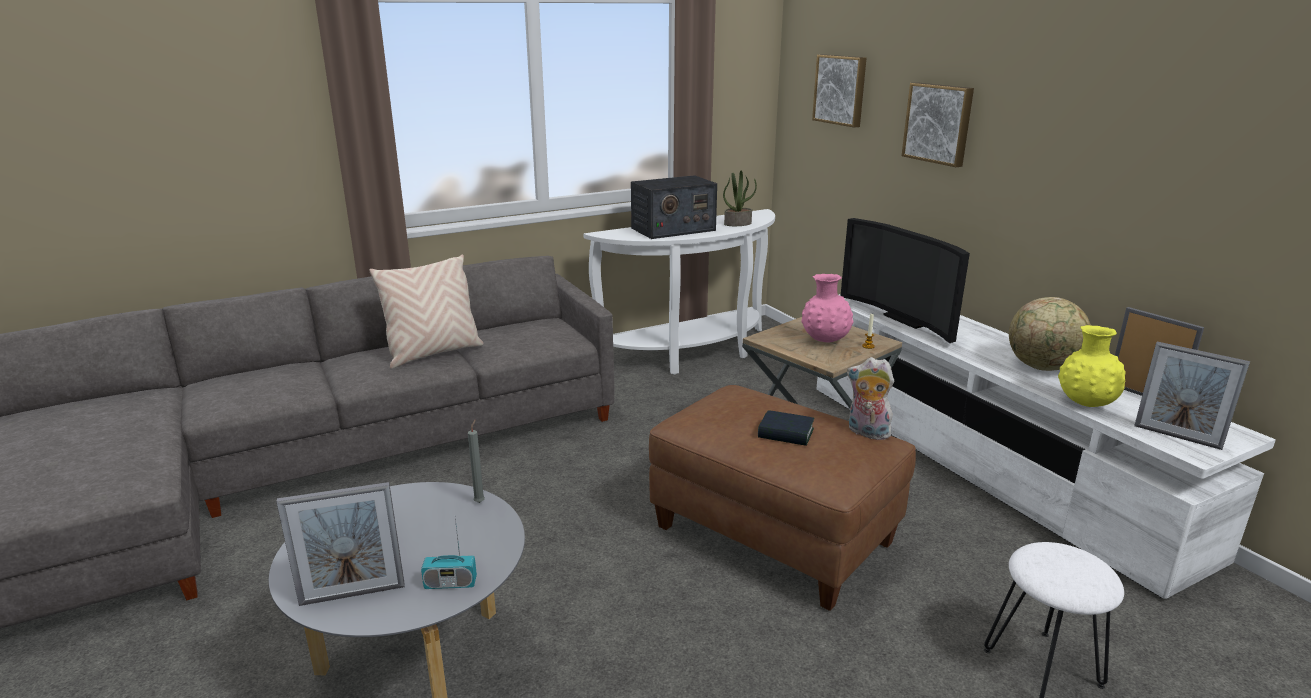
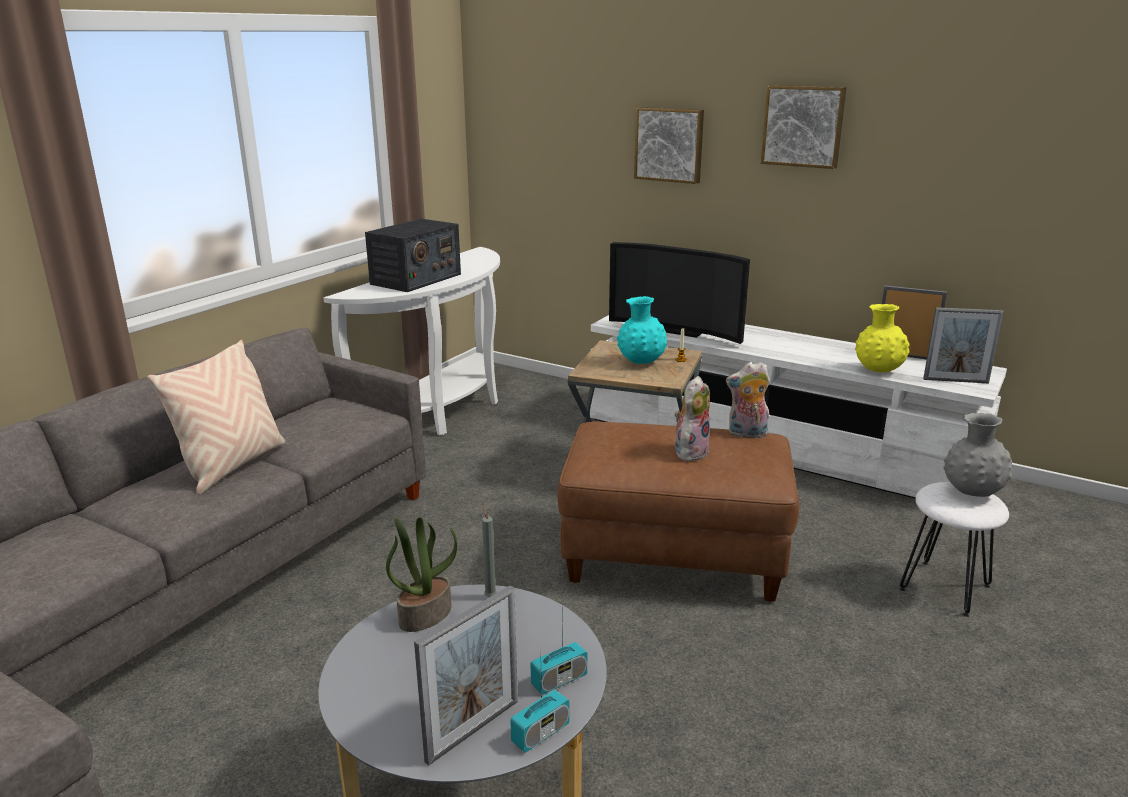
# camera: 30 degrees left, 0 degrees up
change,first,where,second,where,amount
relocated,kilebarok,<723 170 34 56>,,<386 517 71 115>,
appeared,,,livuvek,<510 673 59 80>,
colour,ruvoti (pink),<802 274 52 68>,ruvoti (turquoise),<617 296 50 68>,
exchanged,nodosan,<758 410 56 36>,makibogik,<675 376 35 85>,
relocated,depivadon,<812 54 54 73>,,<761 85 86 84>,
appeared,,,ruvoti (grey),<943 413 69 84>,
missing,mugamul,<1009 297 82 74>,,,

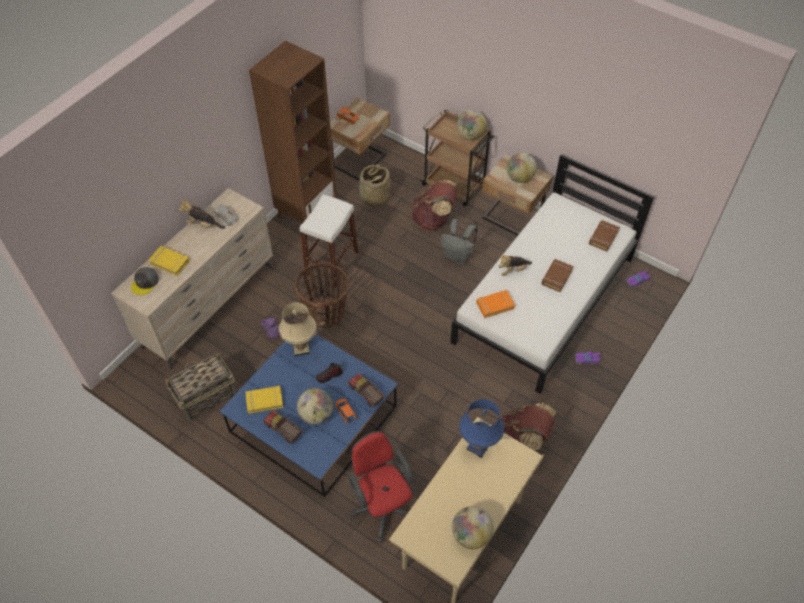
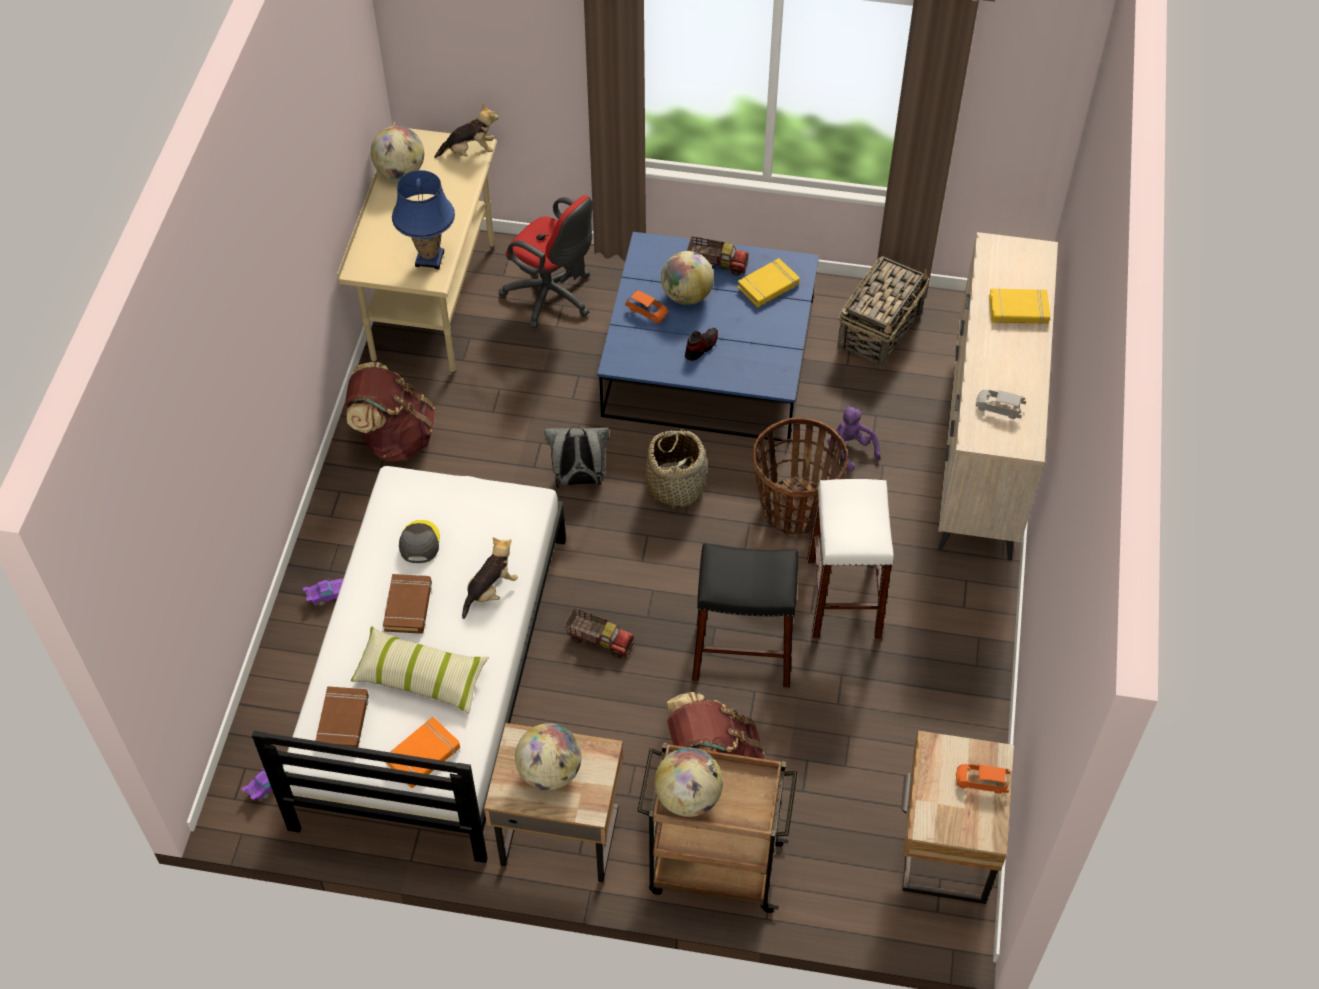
# camera: 155 degrees right, 0 degrees up
change,first,where,second,where,amount
appeared,,,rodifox,<351 626 138 88>,
relocated,nodosan (orange),<476 290 39 28>,,<385 717 75 71>,
relocated,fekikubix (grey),<131 267 28 28>,,<399 520 41 43>,
relocated,makibogik,<179 199 46 30>,,<434 104 64 54>,
relocated,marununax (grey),<440 219 38 45>,,<544 426 65 62>,
relocated,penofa,<348 373 36 34>,,<565 608 70 50>,
relocated,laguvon,<359 164 31 43>,,<645 428 62 82>,
appeared,,,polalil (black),<692 543 106 144>,
missing,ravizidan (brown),<249 41 88 182>,,,
missing,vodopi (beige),<279 302 38 54>,,,

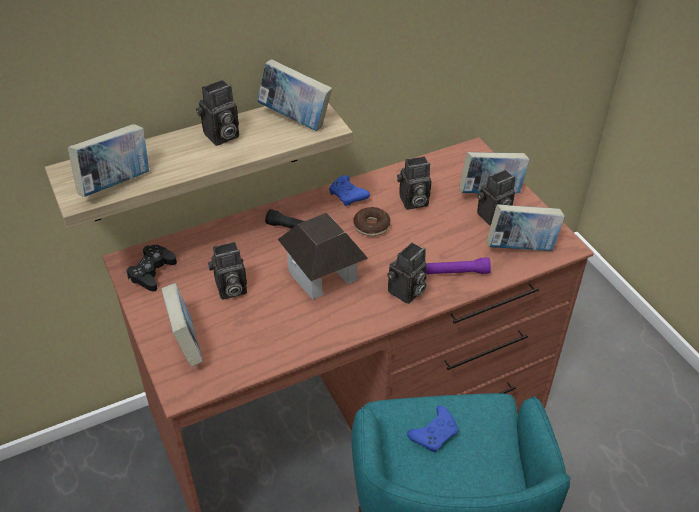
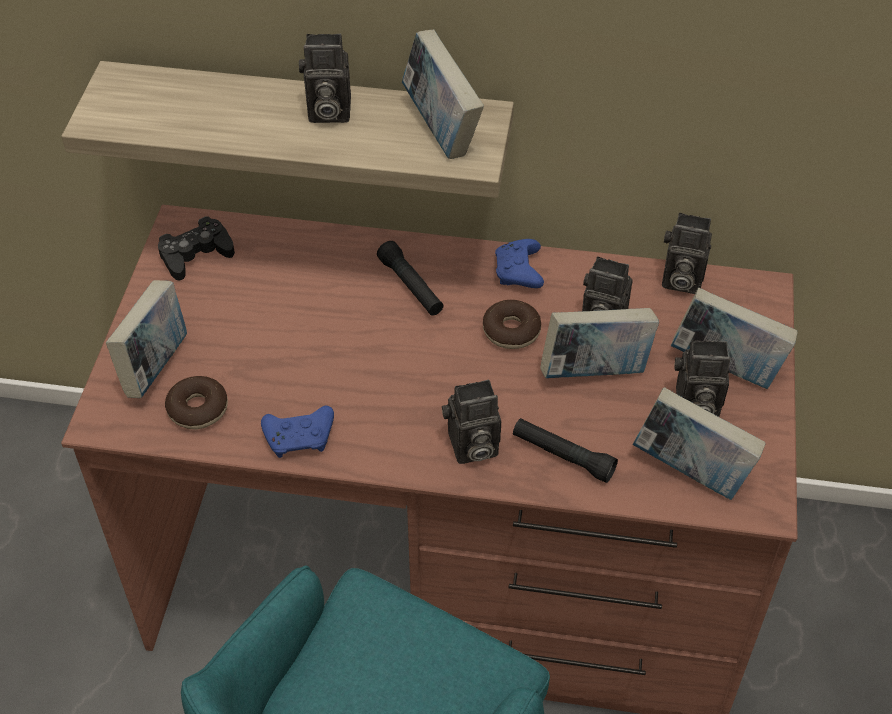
# camera: 35 degrees right, 5 degrees up
change,first,where,second,where,amount
appeared,,,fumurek,<165 376 63 54>,
relocated,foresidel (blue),<407 405 51 47>,,<261 406 73 52>,
colour,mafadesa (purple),<426 257 65 17>,mafadesa (black),<513 418 105 65>,
relocated,nodosan,<68 124 81 73>,,<541 308 118 70>,
relocated,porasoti,<208 242 39 57>,,<662 213 50 81>,
missing,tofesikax,<278 213 90 86>,,,

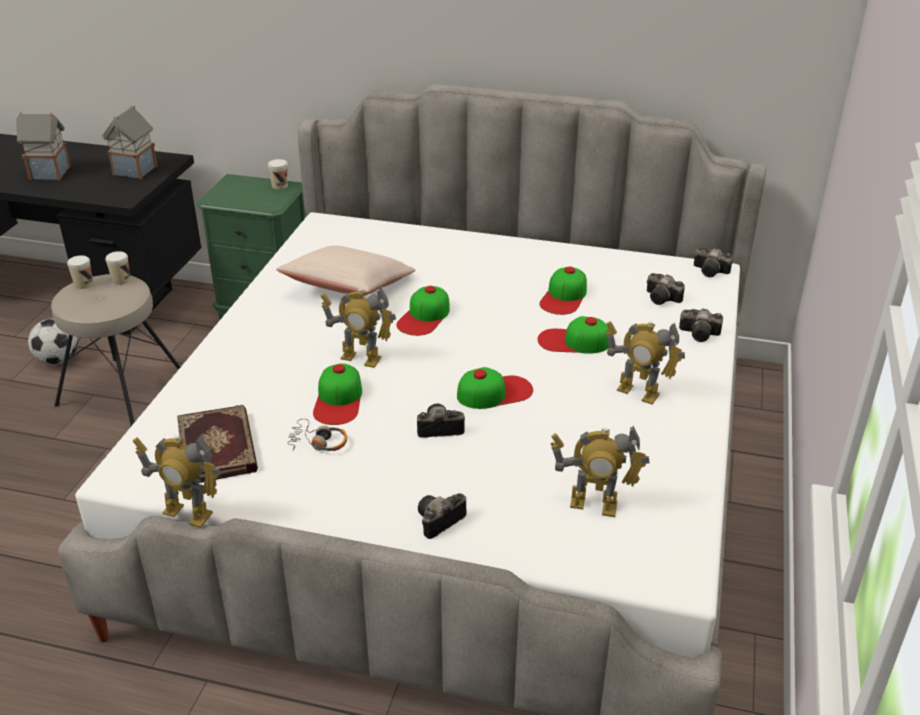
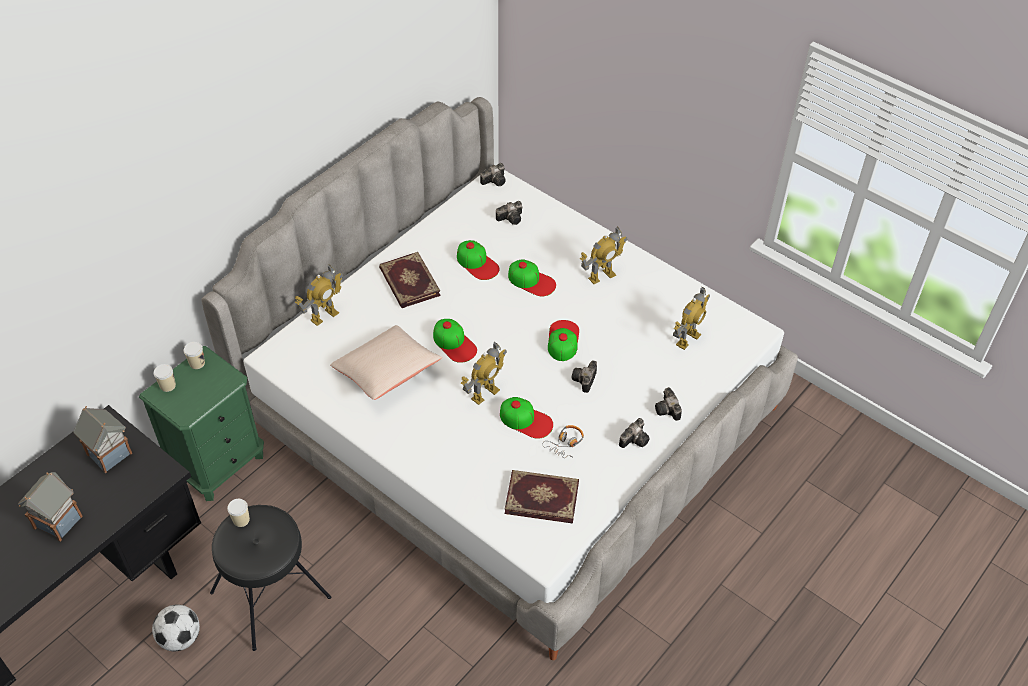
# camera: 65 degrees left, 15 degrees up
change,first,where,second,where,amount
relocated,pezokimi,<67 255 26 34>,,<154 364 22 28>,
colour,polalil (beige),<51 274 129 152>,polalil (black),<210 505 121 146>,
relocated,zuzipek,<133 436 88 92>,,<295 265 48 61>,
appeared,,,nodosan,<379 252 62 56>,
spun,fekikubix,<537 316 72 38>,,<508 260 48 37>,90 degrees counterclockwise
relocated,porasoti,<679 308 44 34>,,<619 418 31 30>,

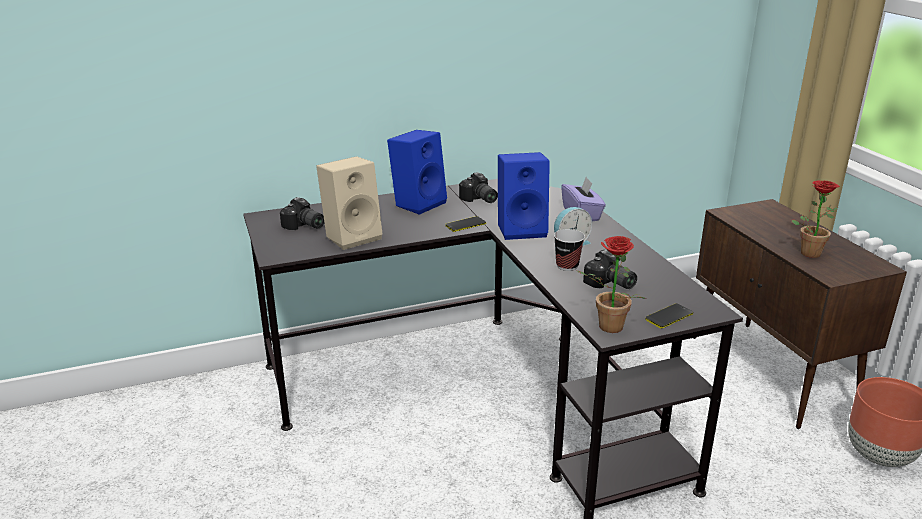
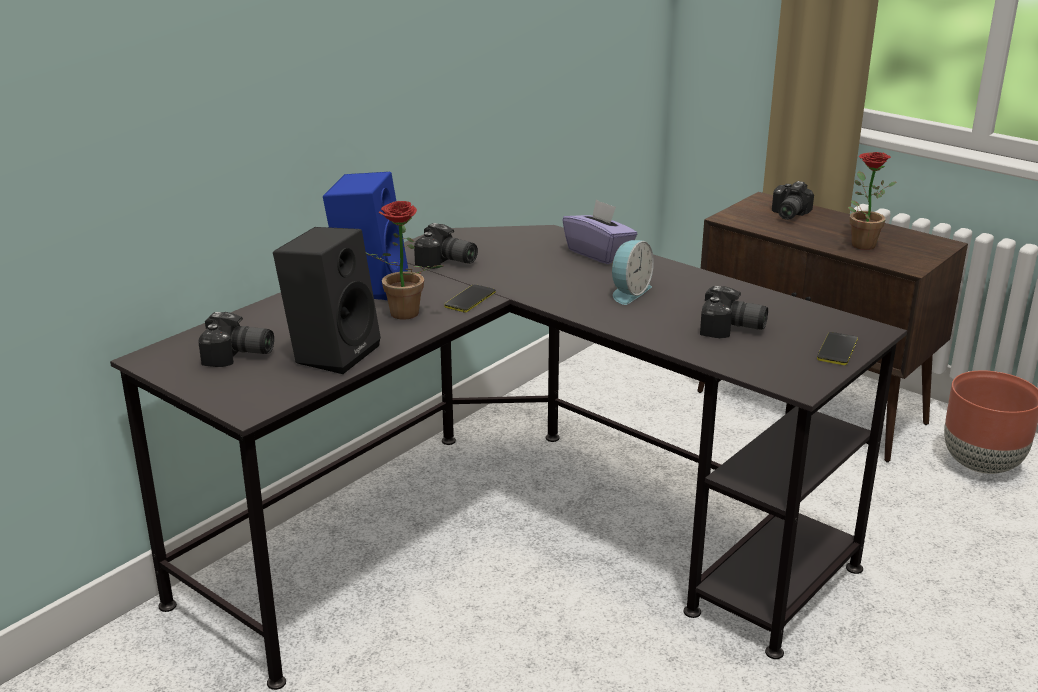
# camera: 30 degrees left, 0 degrees up
change,first,where,second,where,amount
colour,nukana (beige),<316 156 66 94>,nukana (black),<273 227 108 147>,
relocated,kilebarok,<577 236 70 97>,,<366 201 77 119>,
appeared,,,porasoti,<772 181 42 39>,
missing,nukana (blue),<498 152 52 88>,,,
missing,pezokimi,<554 229 31 42>,,,

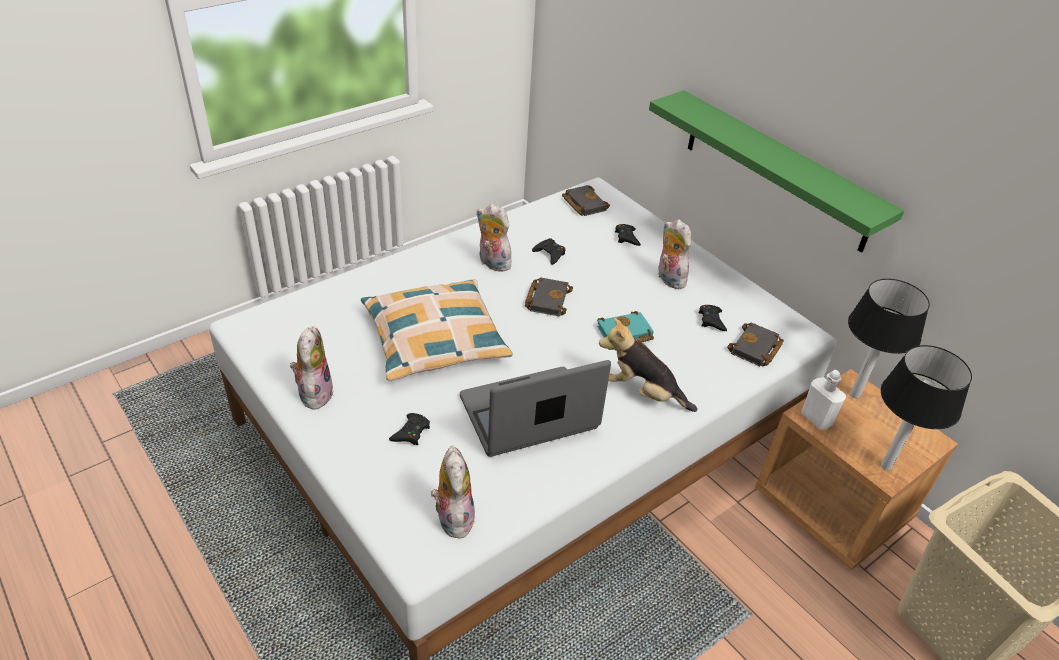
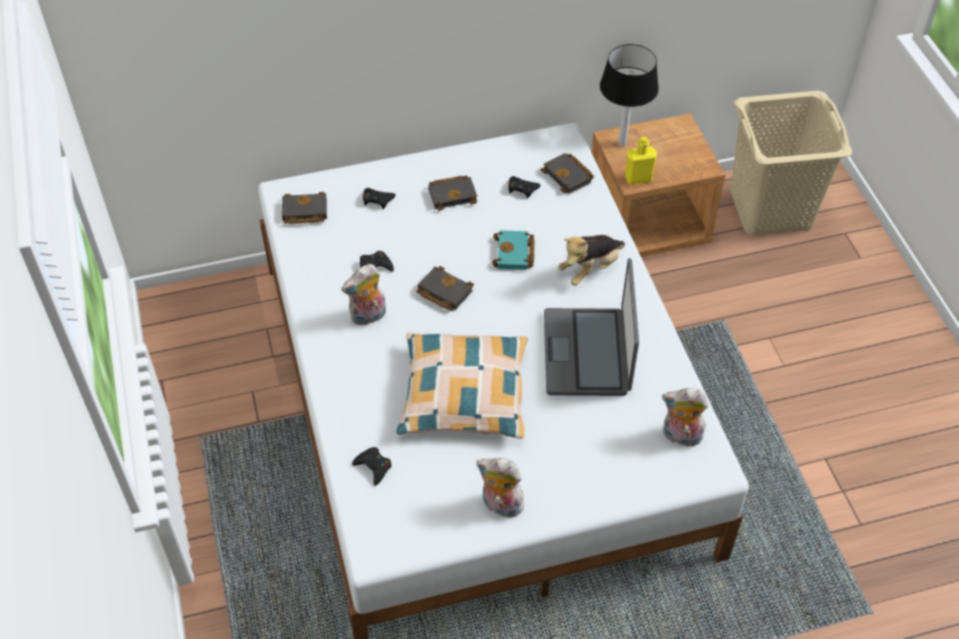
# camera: 65 degrees left, 10 degrees up
change,first,where,second,where,amount
relocated,foresidel (black),<389 413 41 32>,,<352 447 40 39>,
exchanged,makibogik,<658 219 33 70>,nodosan (black),<429 175 48 36>,
colour,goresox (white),<801 370 45 60>,goresox (yellow),<625 136 32 49>,
missing,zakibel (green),<649 90 255 163>,,,
missing,vodopi,<881 345 91 125>,,,

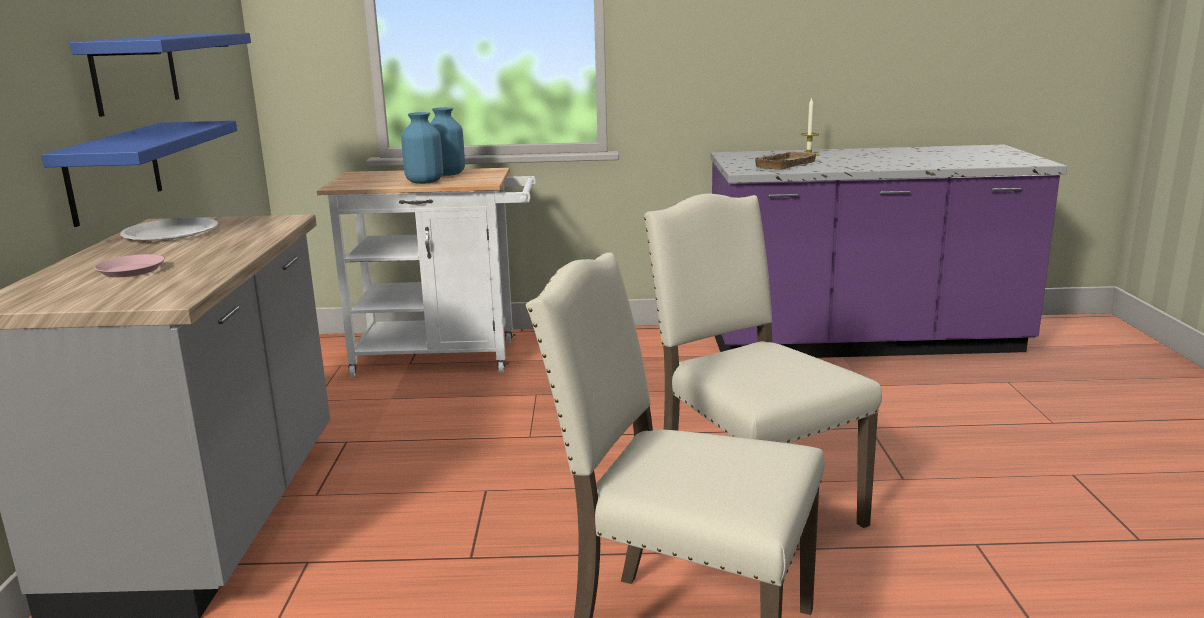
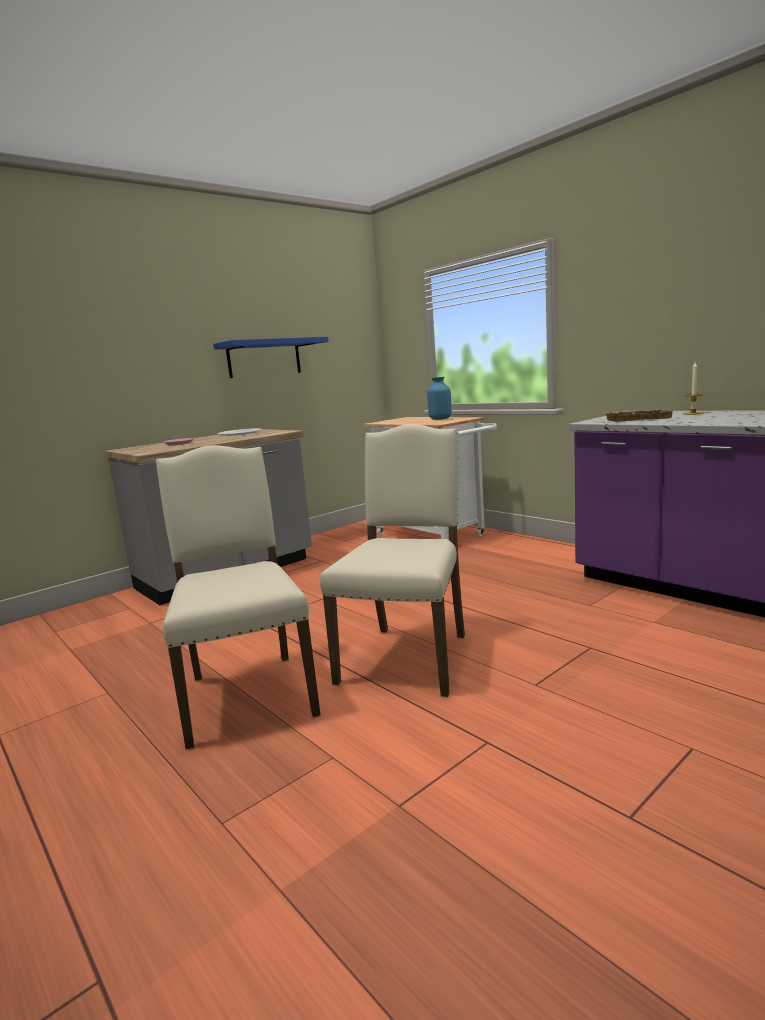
# camera: 50 degrees right, 5 degrees down
change,first,where,second,where,amount
missing,zakibel (blue),<41 121 196 106>,,,
missing,ruvoti (blue),<401 112 42 72>,,,

